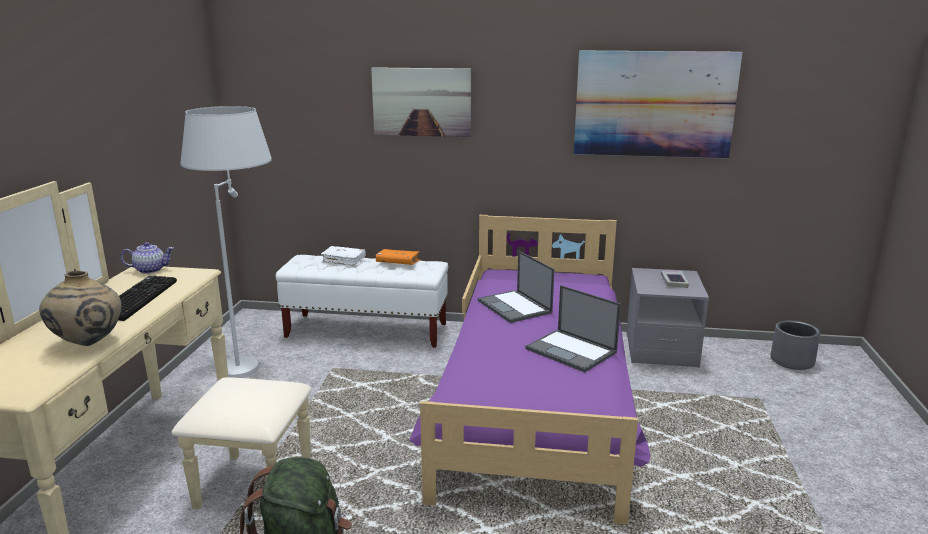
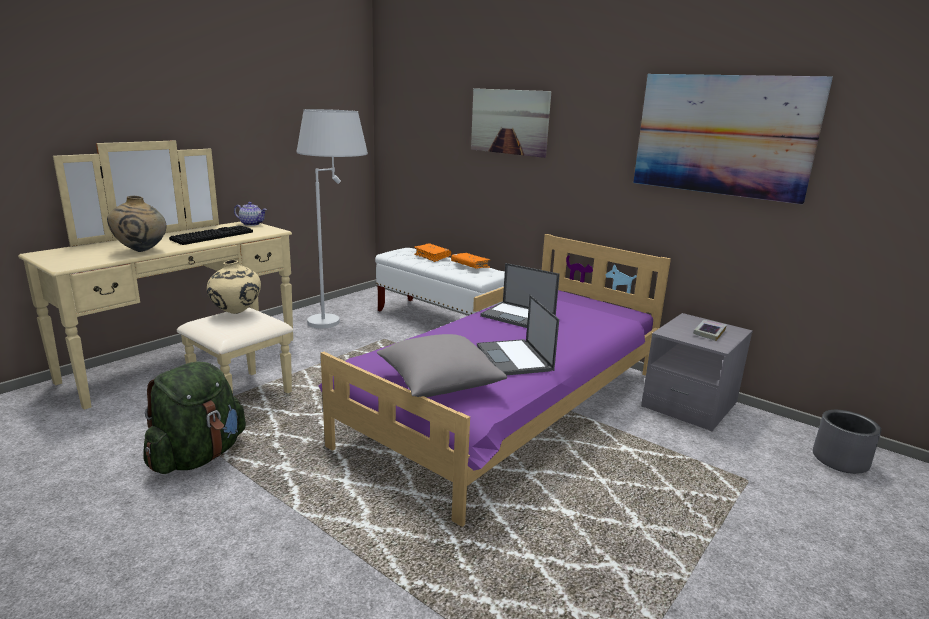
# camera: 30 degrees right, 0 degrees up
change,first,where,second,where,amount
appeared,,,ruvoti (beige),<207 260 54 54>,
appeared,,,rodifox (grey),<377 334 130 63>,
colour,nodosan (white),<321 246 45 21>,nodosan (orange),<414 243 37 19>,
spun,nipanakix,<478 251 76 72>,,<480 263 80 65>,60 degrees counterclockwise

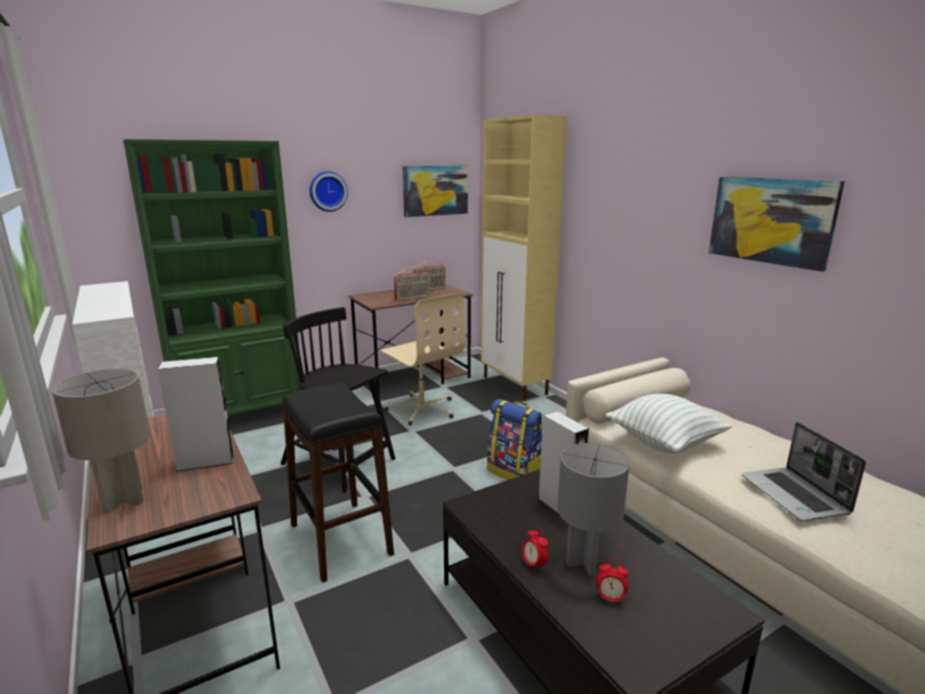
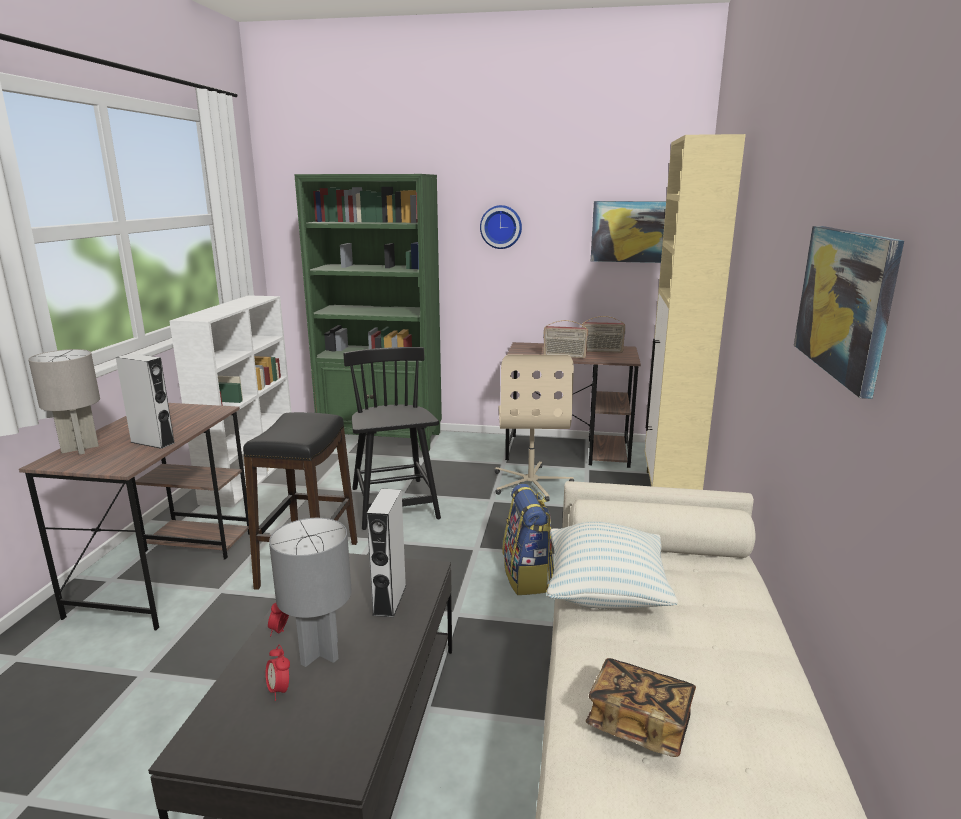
# camera: 40 degrees right, 0 degrees up
change,first,where,second,where,amount
exchanged,nipanakix,<742 422 124 99>,nodosan,<586 658 110 99>,

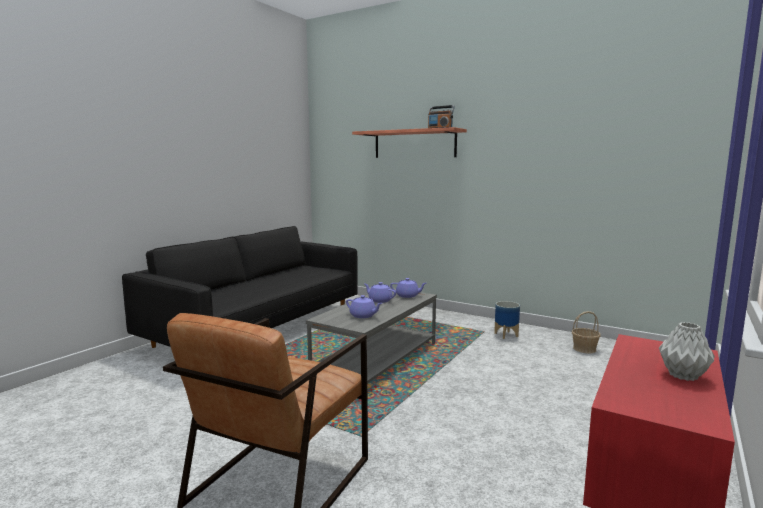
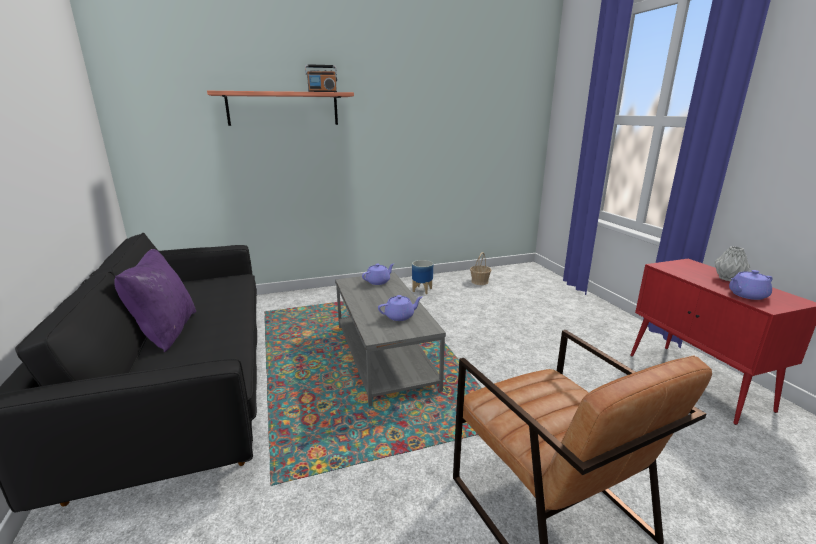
# camera: 50 degrees left, 10 degrees up
change,first,where,second,where,amount
appeared,,,rodifox (purple),<114 249 82 103>,
relocated,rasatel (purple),<365 282 31 21>,,<729 270 44 30>,

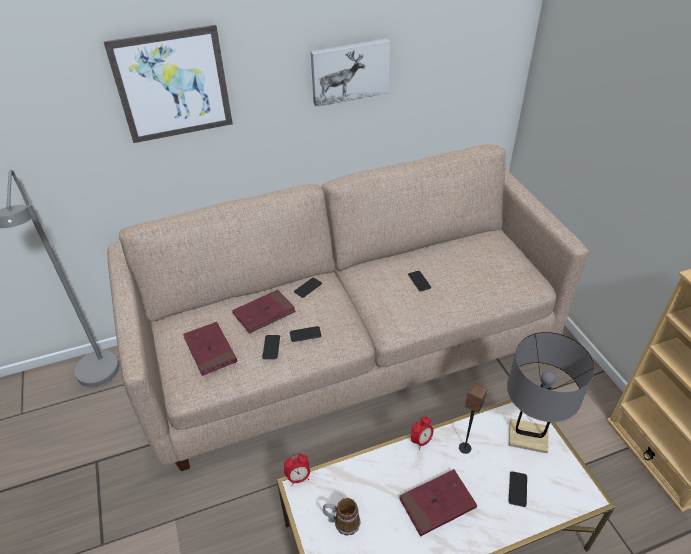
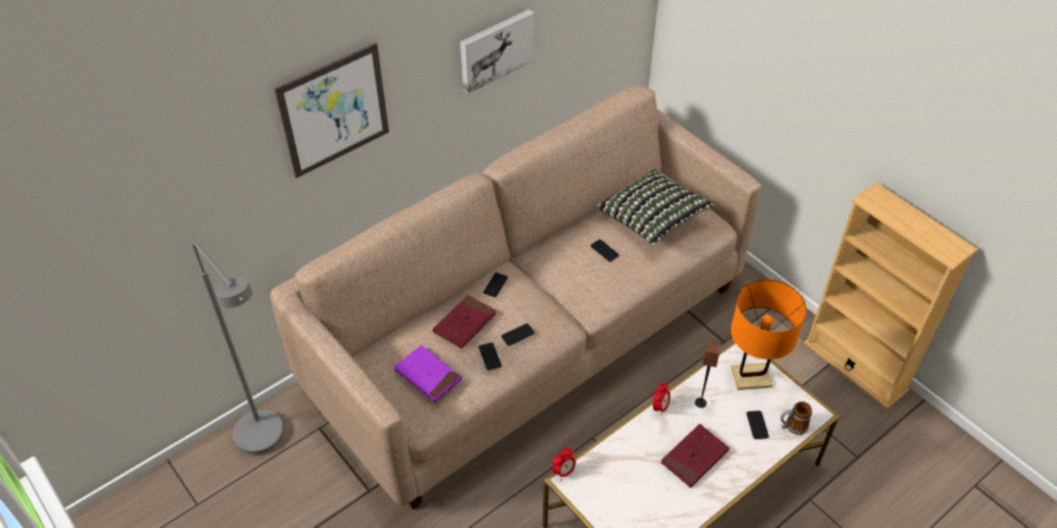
# camera: 20 degrees left, 5 degrees up
change,first,where,second,where,amount
colour,nodosan (red),<183 322 54 54>,nodosan (purple),<394 345 68 58>,
appeared,,,rodifox,<596 169 119 76>,
colour,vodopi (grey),<507 332 88 121>,vodopi (orange),<731 280 75 110>,
relocated,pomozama,<322 498 38 38>,,<780 401 32 34>,

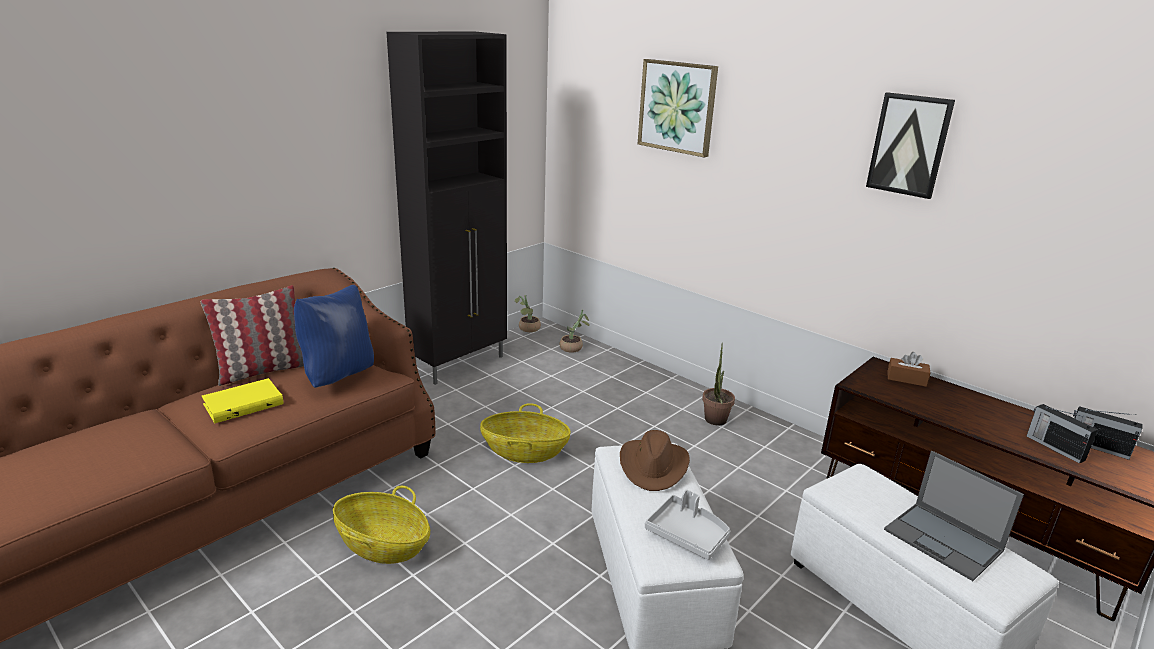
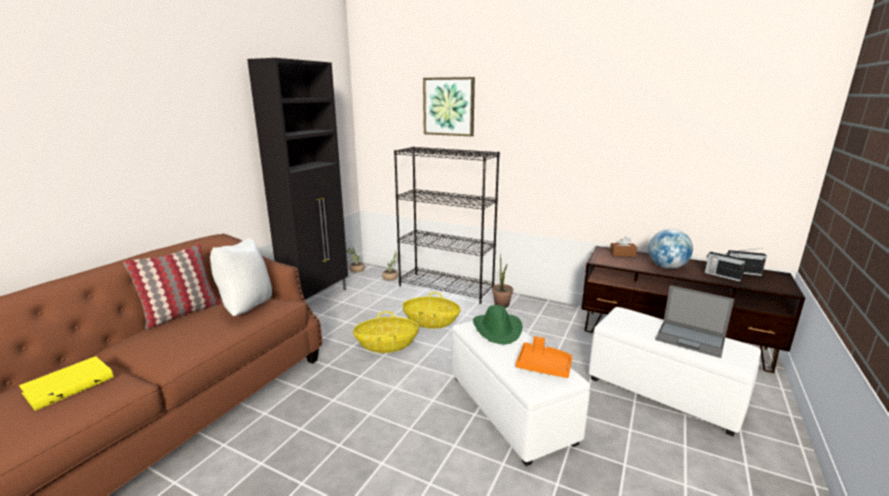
# camera: 15 degrees left, 5 degrees down
change,first,where,second,where,amount
relocated,nodosan (yellow),<202 378 82 46>,,<19 356 95 55>,
colour,rodifox (blue),<294 285 80 103>,rodifox (white),<210 238 62 78>,
appeared,,,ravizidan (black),<394 146 106 158>,
relocated,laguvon,<333 486 97 78>,,<402 292 59 37>,
colour,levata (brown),<620 430 70 61>,levata (green),<473 305 50 40>,
colour,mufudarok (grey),<645 489 85 71>,mufudarok (orange),<516 336 56 42>,
appeared,,,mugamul,<648 229 45 40>,
missing,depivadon,<866 92 89 107>,,,

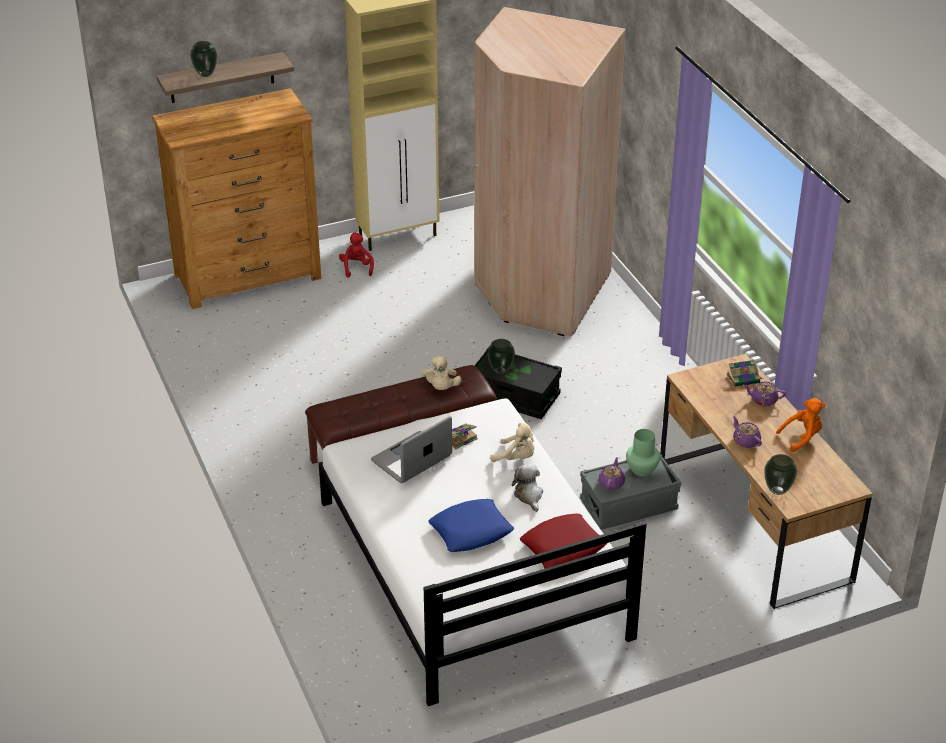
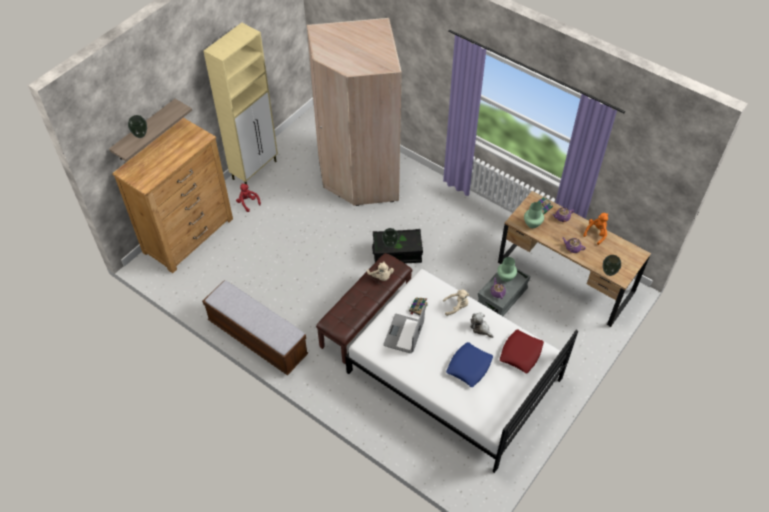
# camera: 30 degrees left, 15 degrees up
change,first,where,second,where,amount
appeared,,,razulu,<202 280 106 96>,
appeared,,,ruvoti (green),<524 202 20 26>,

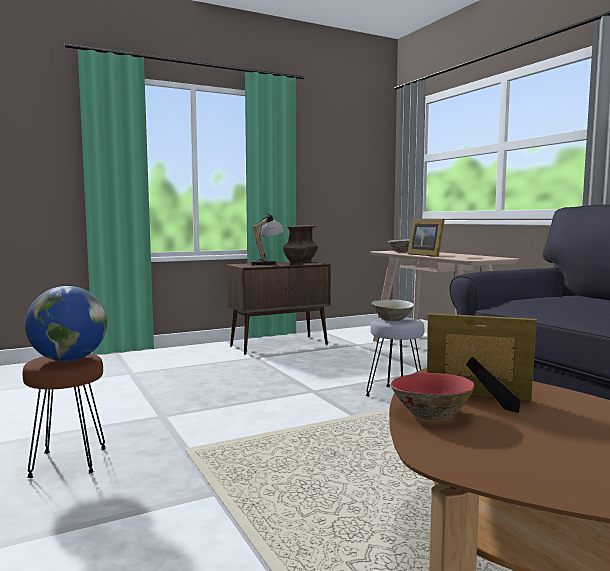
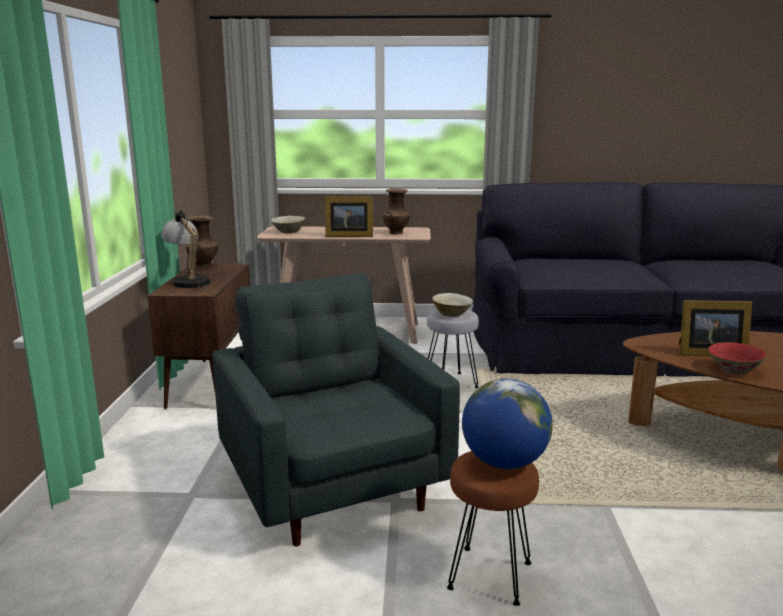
# camera: 60 degrees left, 10 degrees up
change,first,where,second,where,amount
appeared,,,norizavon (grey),<213 273 247 273>,
relocated,ruvoti (brown),<283 226 25 39>,,<382 189 28 45>,
spun,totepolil,<427 313 110 100>,,<679 300 73 56>,135 degrees counterclockwise

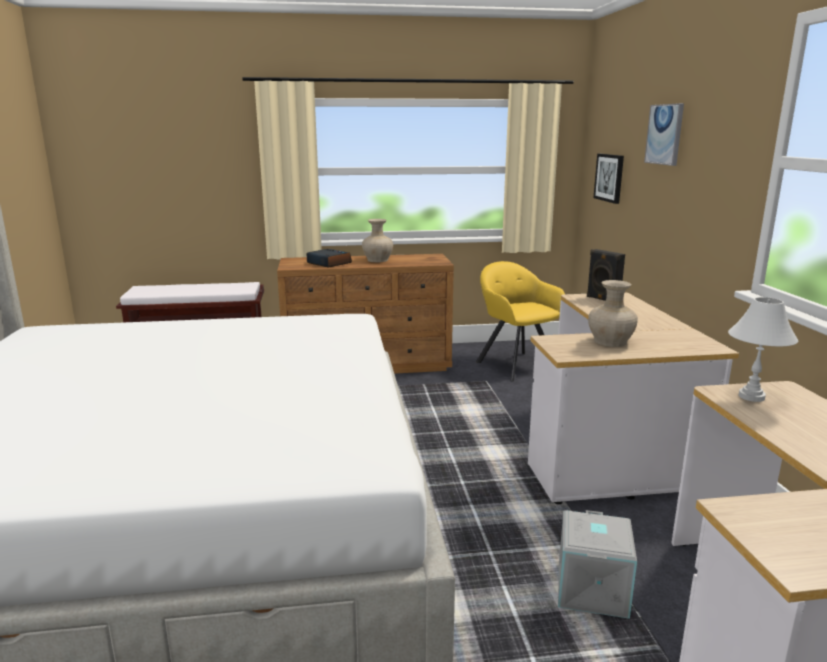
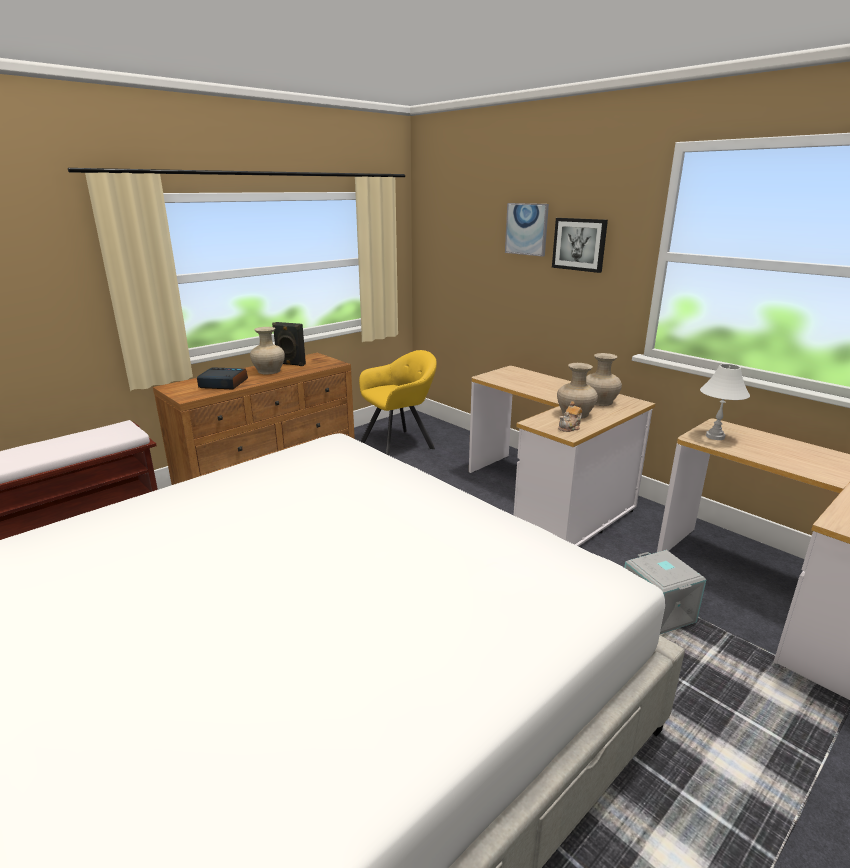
# camera: 35 degrees left, 5 degrees up
change,first,where,second,where,amount
relocated,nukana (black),<587 249 38 52>,,<272 322 34 44>,
spun,norizavon (yellow),<476 261 89 121>,,<359 350 78 105>,120 degrees clockwise
relocated,depivadon,<593 154 31 50>,,<552 218 56 55>,
appeared,,,rasatel,<558 401 25 31>,
appeared,,,ruvoti (beige),<586 353 36 53>,

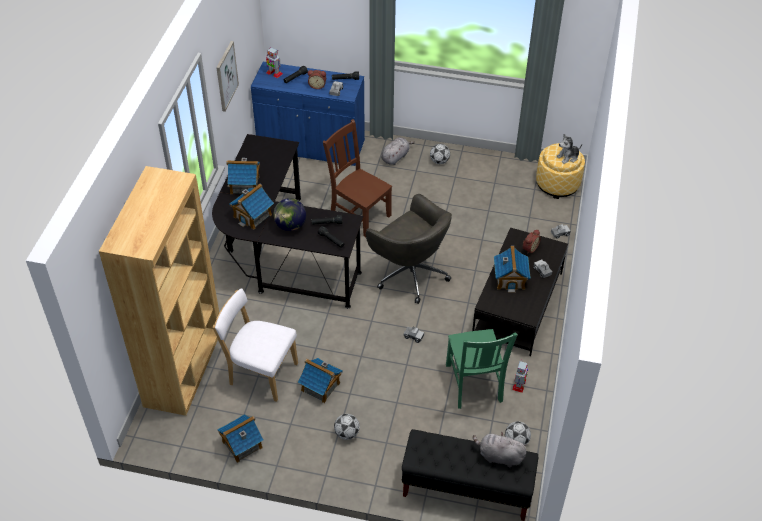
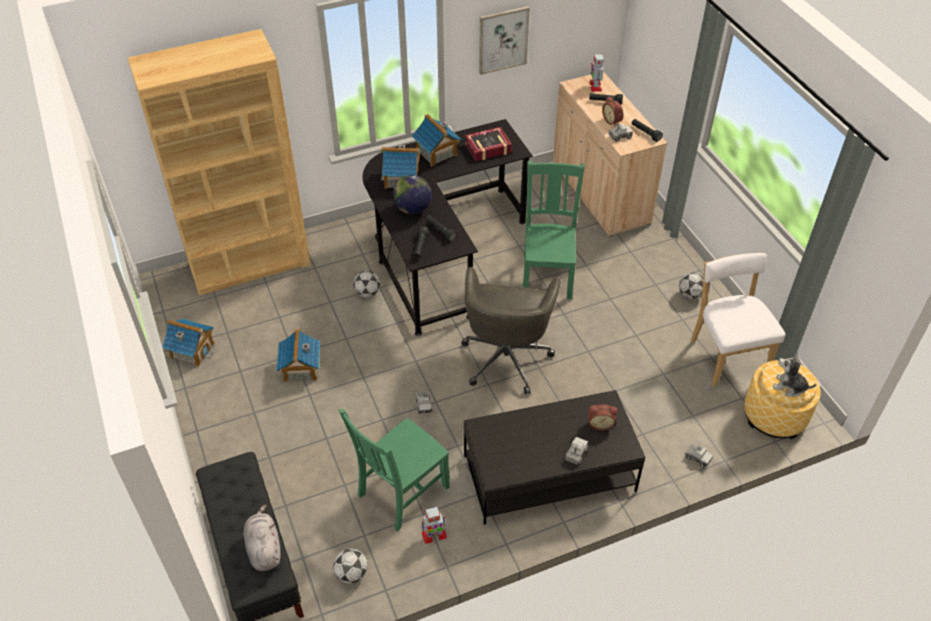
# camera: 55 degrees right, 0 degrees up
change,first,where,second,where,amount
relocated,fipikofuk,<334 414 26 26>,,<353 271 27 27>,
appeared,,,nodosan,<465 127 47 34>,
colour,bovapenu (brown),<323 119 69 118>,bovapenu (green),<523 161 62 138>,
colour,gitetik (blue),<251 62 114 104>,gitetik (beige),<553 72 114 165>,
relocated,bovapenu (white),<213 288 85 114>,,<691 252 94 134>,
missing,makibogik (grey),<381 137 34 28>,,,
missing,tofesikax,<494 245 37 48>,,,

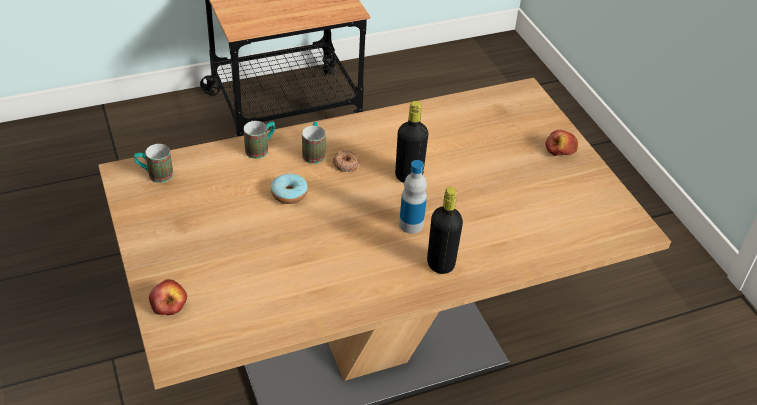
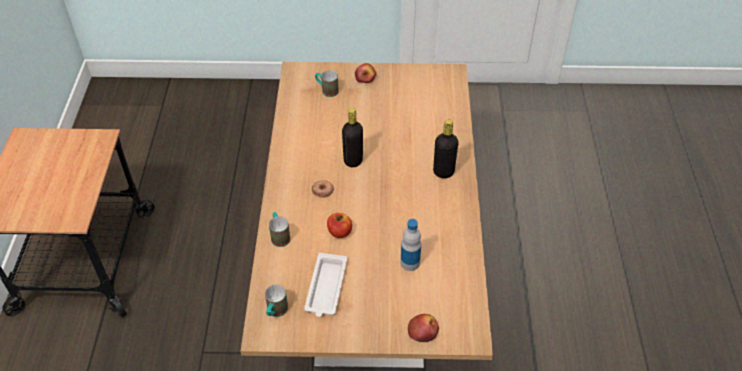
# camera: 65 degrees left, 5 degrees up
change,first,where,second,where,amount
appeared,,,mufudarok (white),<304 253 43 64>,
relocated,pomozama,<302 122 23 42>,,<315 70 24 27>,
exchanged,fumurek,<271 173 37 31>,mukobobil,<327 213 25 25>,
relocated,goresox,<399 160 28 74>,,<400 219 21 52>,

